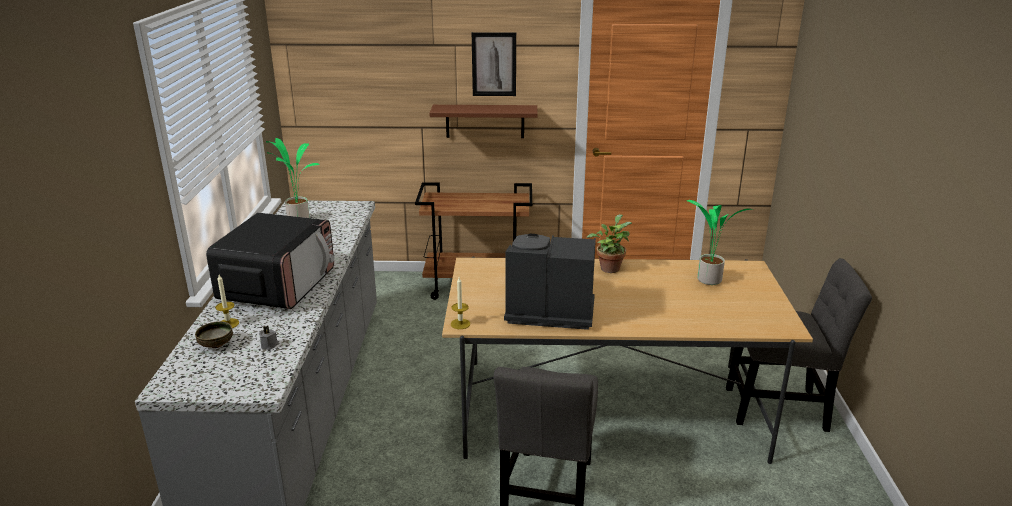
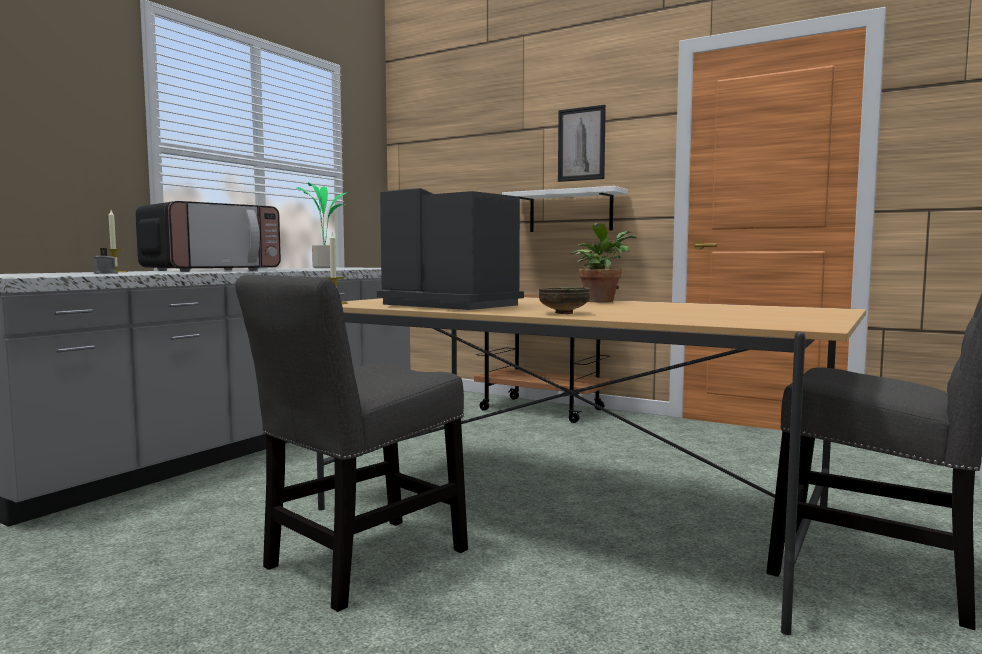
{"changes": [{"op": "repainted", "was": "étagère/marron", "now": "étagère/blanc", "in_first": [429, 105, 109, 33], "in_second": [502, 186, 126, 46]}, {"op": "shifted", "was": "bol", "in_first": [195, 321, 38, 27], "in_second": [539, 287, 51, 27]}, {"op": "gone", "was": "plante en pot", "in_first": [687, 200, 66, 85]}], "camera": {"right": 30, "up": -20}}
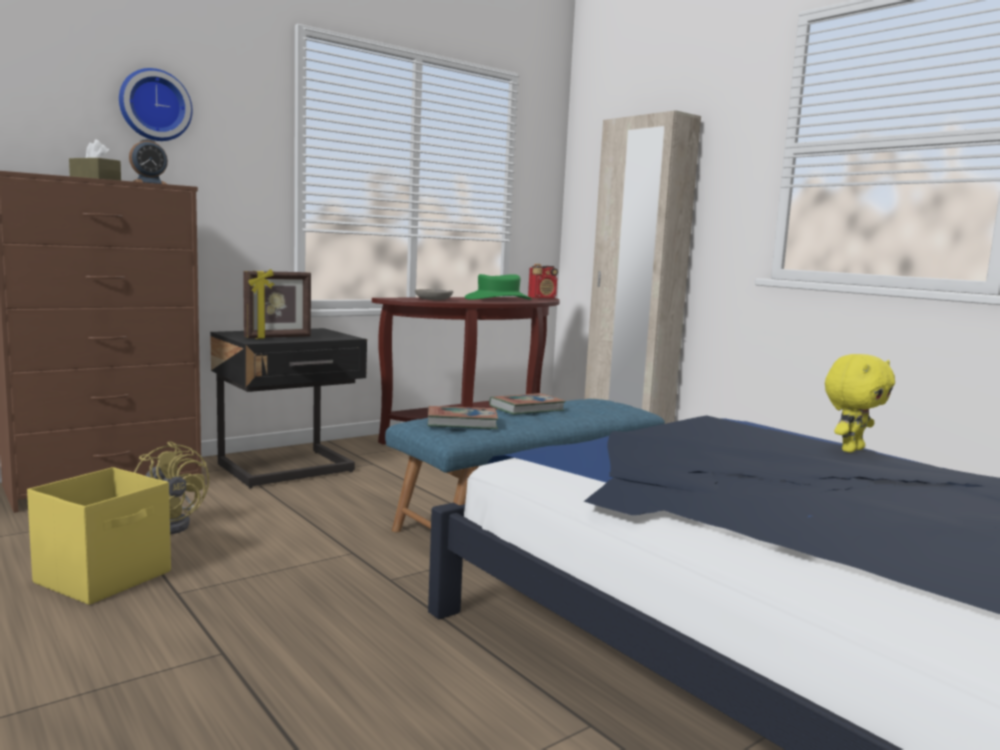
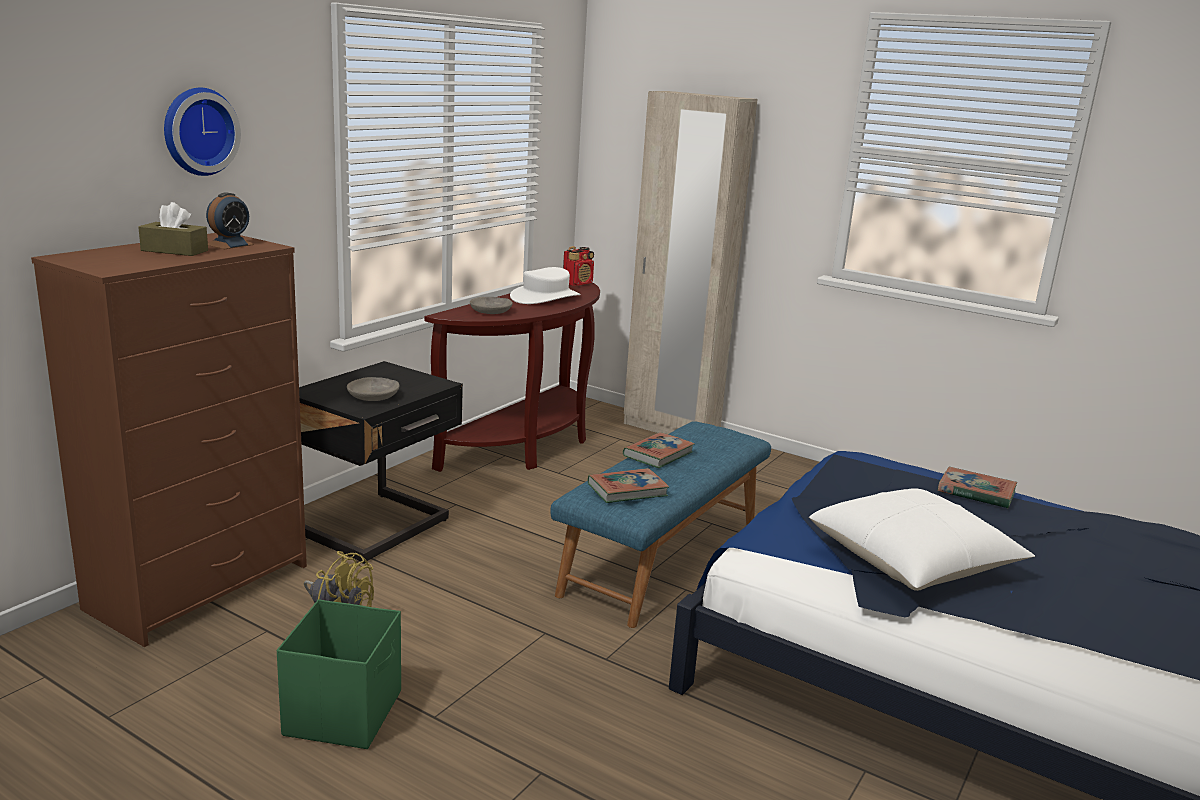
{"changes": [{"op": "repainted", "was": "boîte de rangement/jaune", "now": "boîte de rangement/vert", "in_first": [27, 467, 144, 138], "in_second": [277, 599, 124, 150]}, {"op": "swapped", "was": "cadre photo", "now": "bol/gris", "in_first": [243, 269, 68, 70], "in_second": [347, 377, 52, 24]}, {"op": "repainted", "was": "chapeau/vert", "now": "chapeau/blanc", "in_first": [465, 274, 67, 26], "in_second": [510, 267, 70, 37]}, {"op": "new", "now": "coussin/blanc", "in_second": [809, 489, 226, 102]}, {"op": "swapped", "was": "peluche/jaune", "now": "livre", "in_first": [825, 354, 70, 99], "in_second": [938, 467, 79, 42]}], "camera": {"right": -20, "up": 10}}
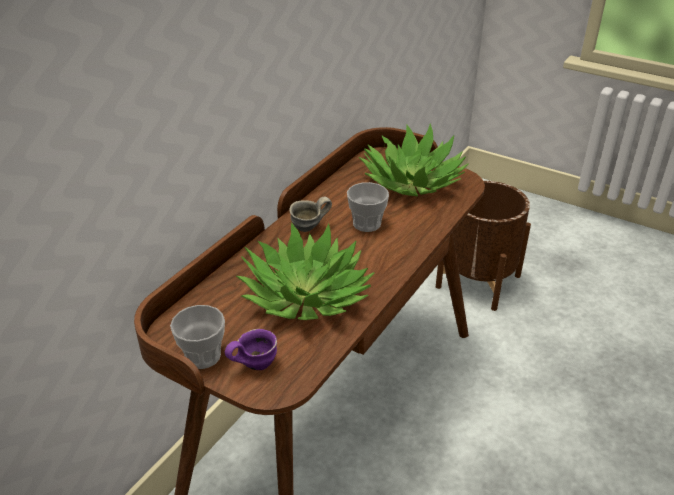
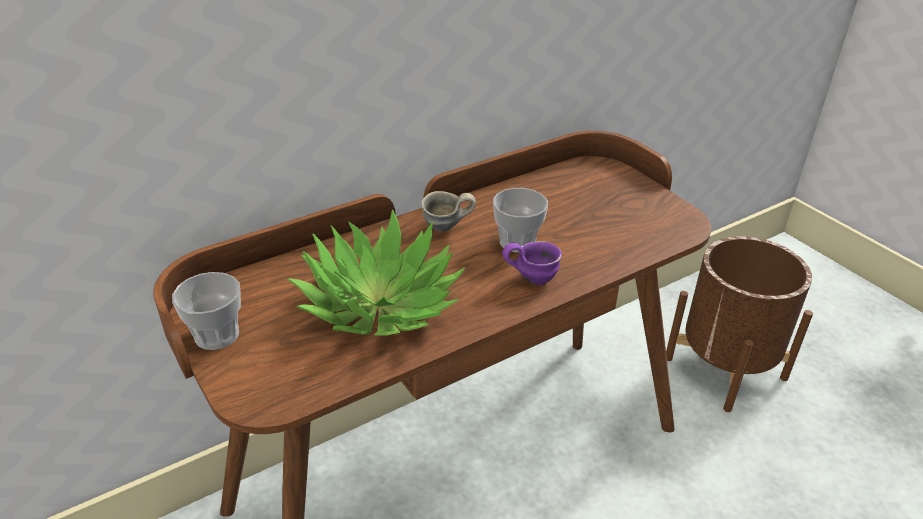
{"changes": [{"op": "shifted", "was": "mug/violet", "in_first": [225, 329, 52, 41], "in_second": [502, 241, 60, 44]}, {"op": "gone", "was": "plante en pot", "in_first": [359, 124, 110, 72]}], "camera": {"right": 25, "up": 0}}
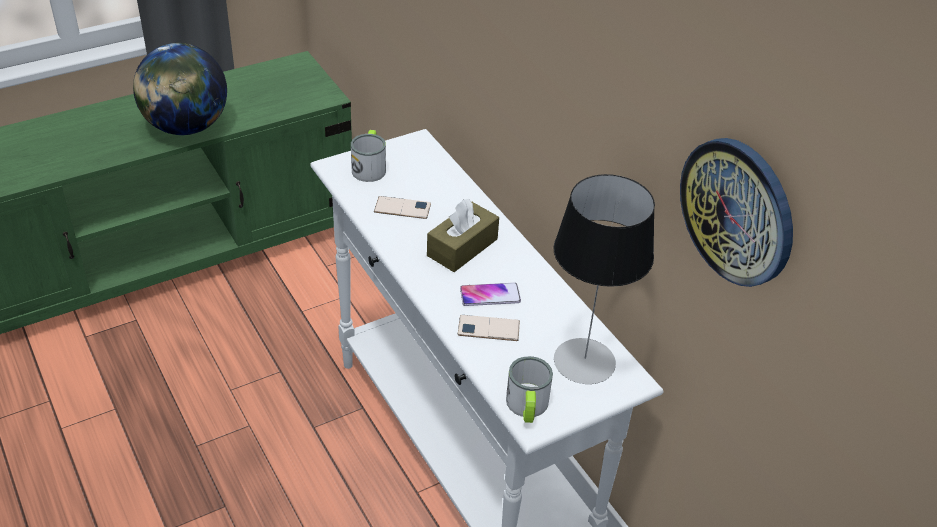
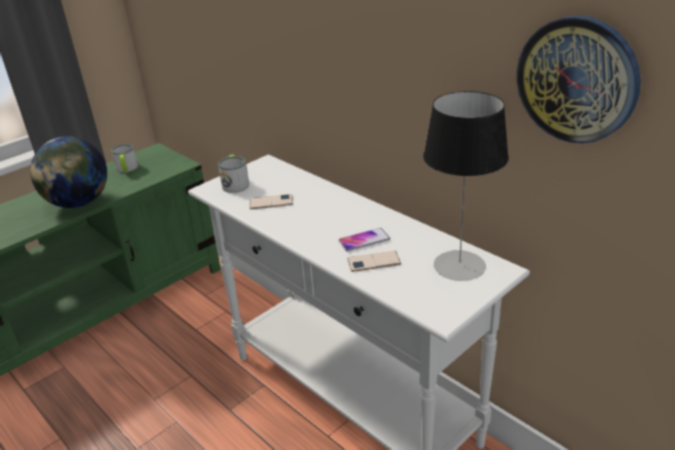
{"changes": [{"op": "shifted", "was": "mug", "in_first": [506, 356, 47, 67], "in_second": [111, 144, 27, 29]}, {"op": "gone", "was": "boîte à mouchoirs/marron", "in_first": [427, 199, 72, 73]}], "camera": {"right": -10, "up": -10}}
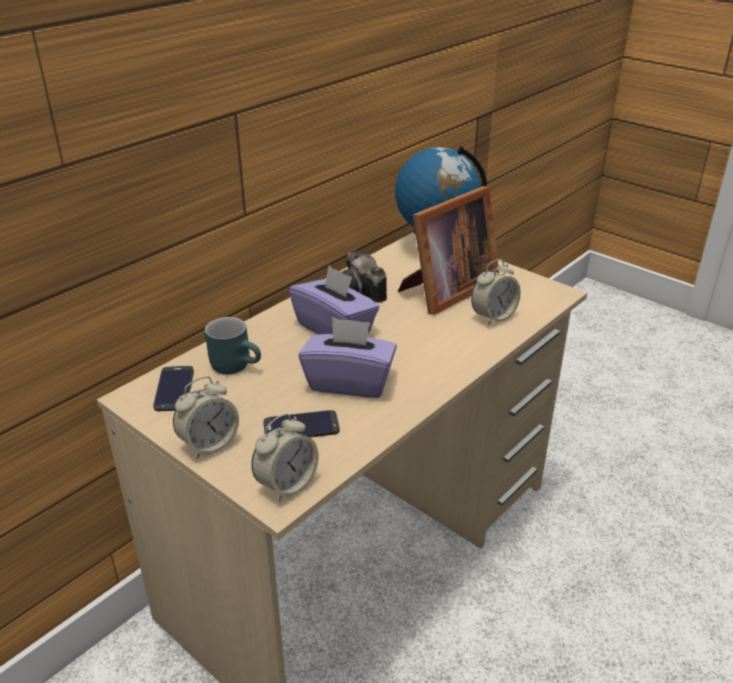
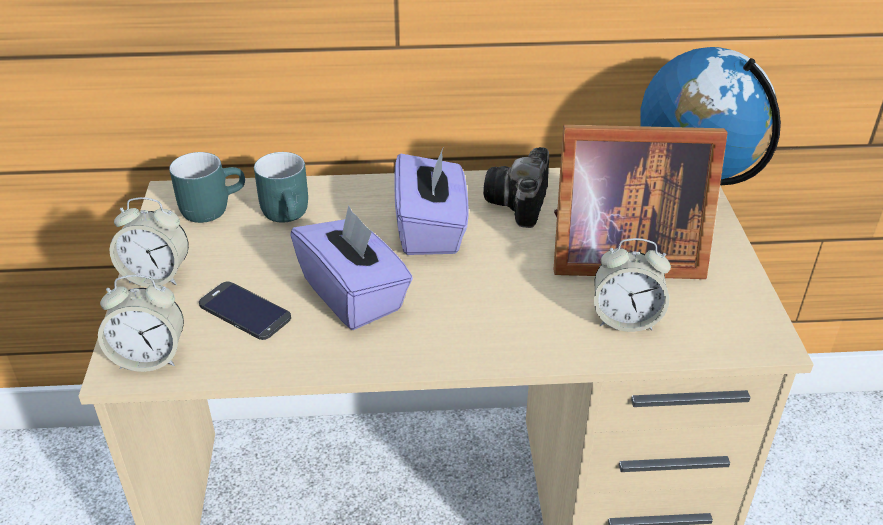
{"changes": [{"op": "swapped", "was": "téléphone", "now": "mug/turquoise", "in_first": [153, 366, 41, 45], "in_second": [169, 152, 76, 71]}], "camera": {"right": 45, "up": 5}}
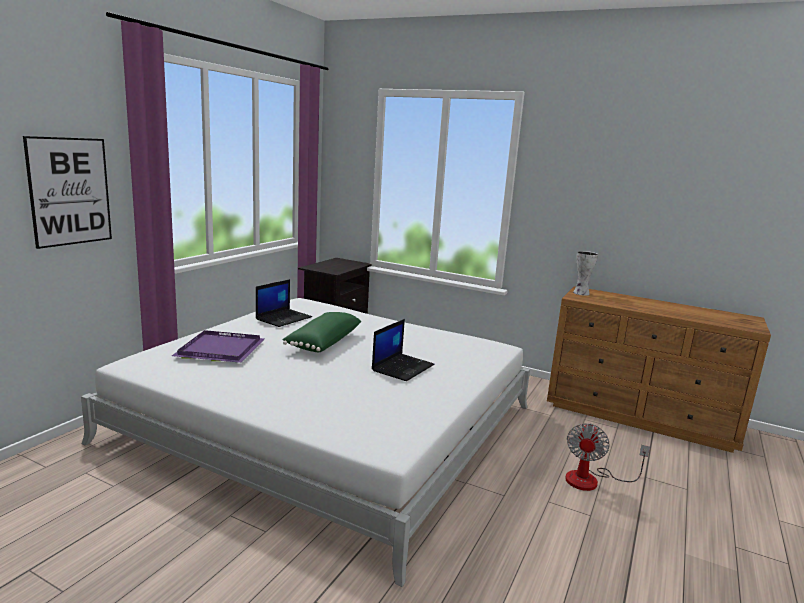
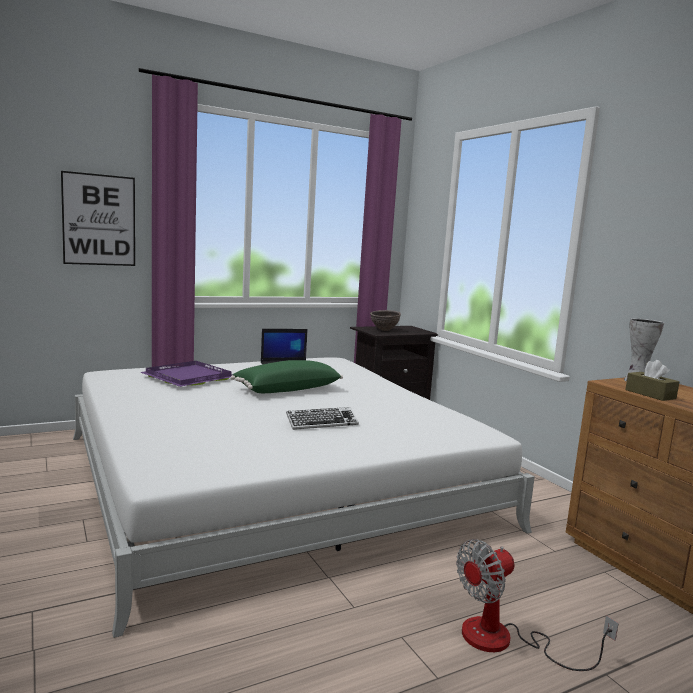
{"changes": [{"op": "swapped", "was": "ordinateur portable", "now": "clavier", "in_first": [372, 319, 62, 62], "in_second": [286, 407, 73, 23]}, {"op": "new", "now": "bol/marron", "in_second": [370, 310, 31, 21]}, {"op": "new", "now": "boîte à mouchoirs/marron", "in_second": [625, 360, 54, 41]}], "camera": {"right": 35, "up": -5}}
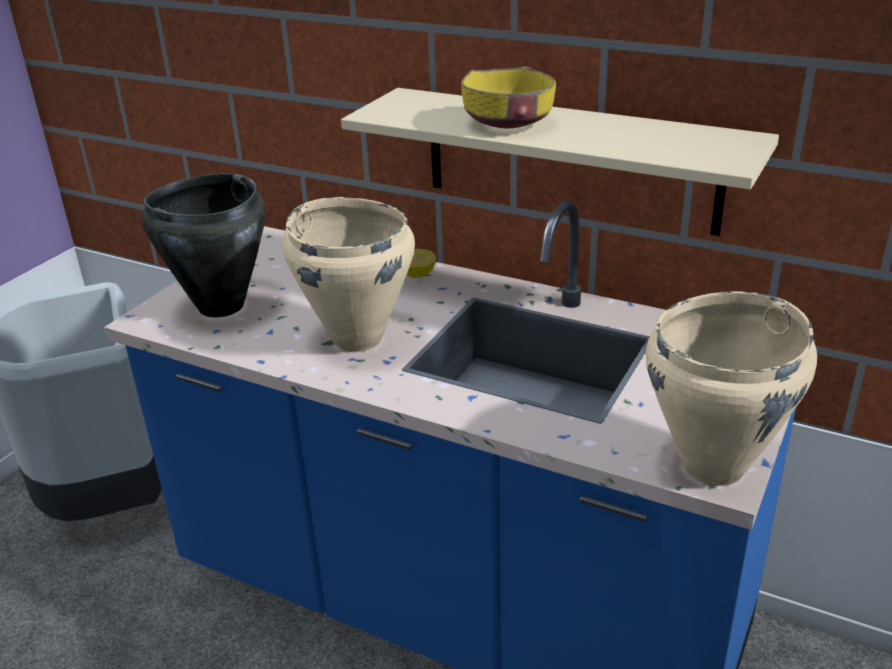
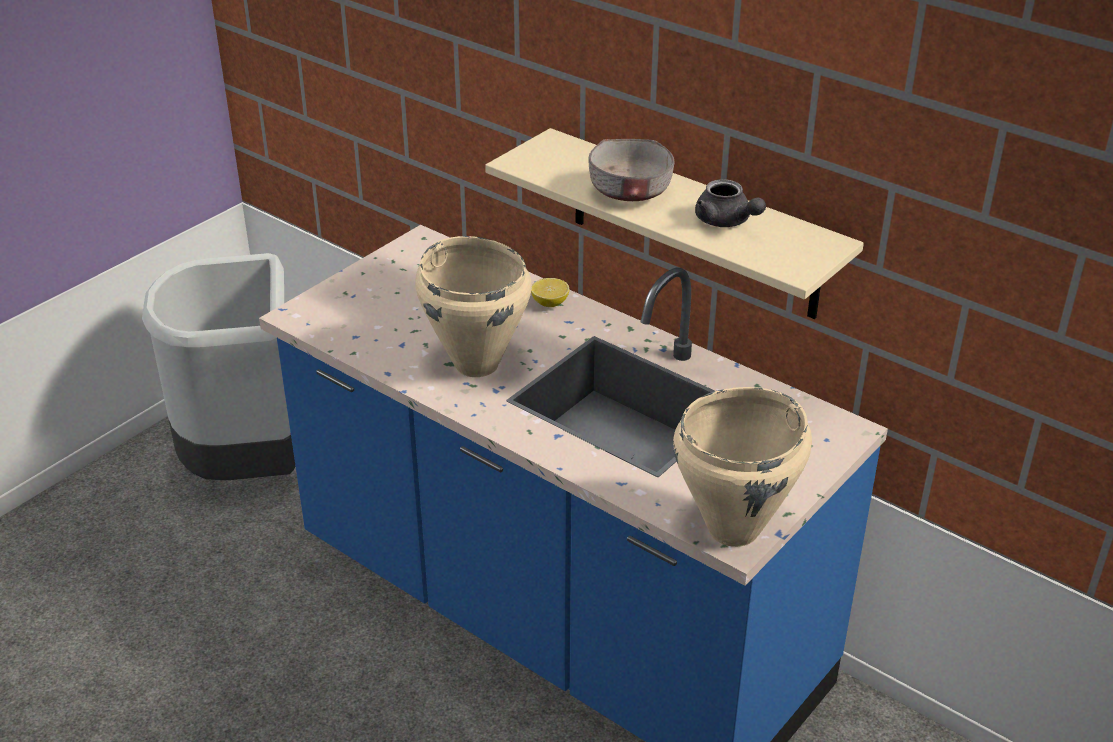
{"changes": [{"op": "repainted", "was": "bol/jaune", "now": "bol/gris", "in_first": [461, 66, 95, 62], "in_second": [589, 139, 85, 62]}, {"op": "new", "now": "théière/gris", "in_second": [695, 179, 71, 48]}, {"op": "gone", "was": "marmite/noir", "in_first": [141, 173, 125, 144]}], "camera": {"right": 10, "up": 5}}
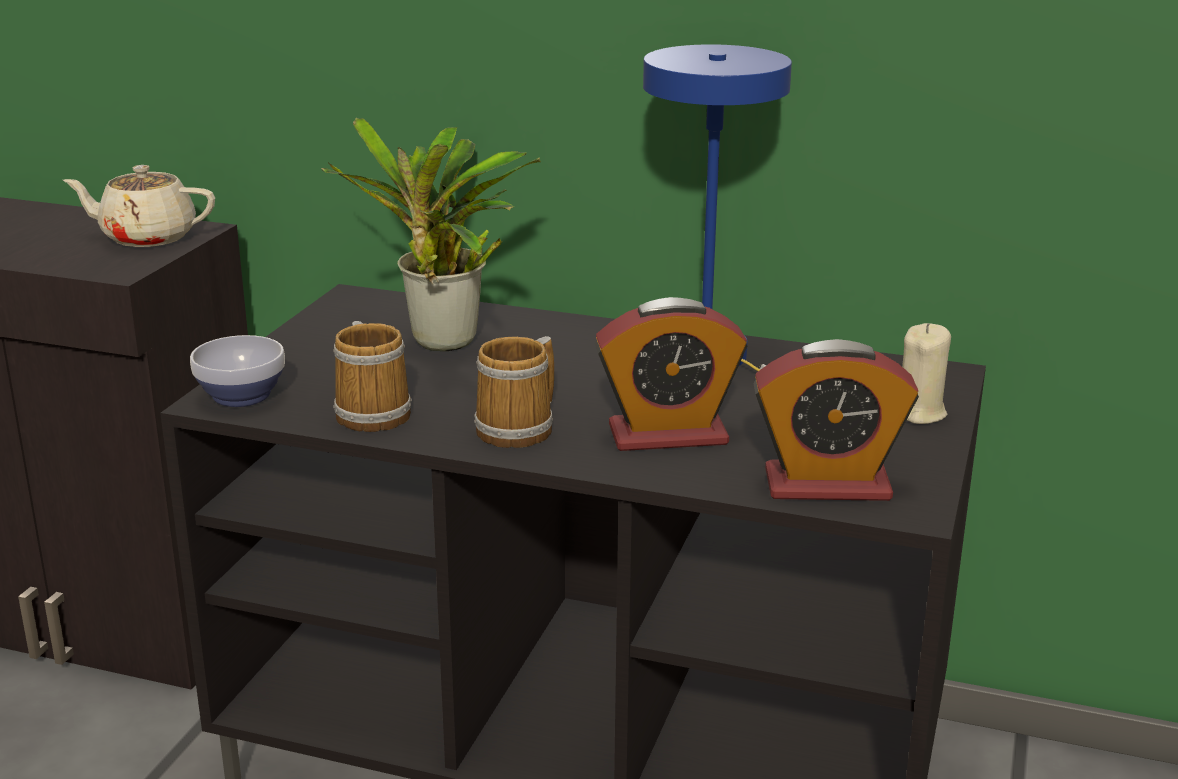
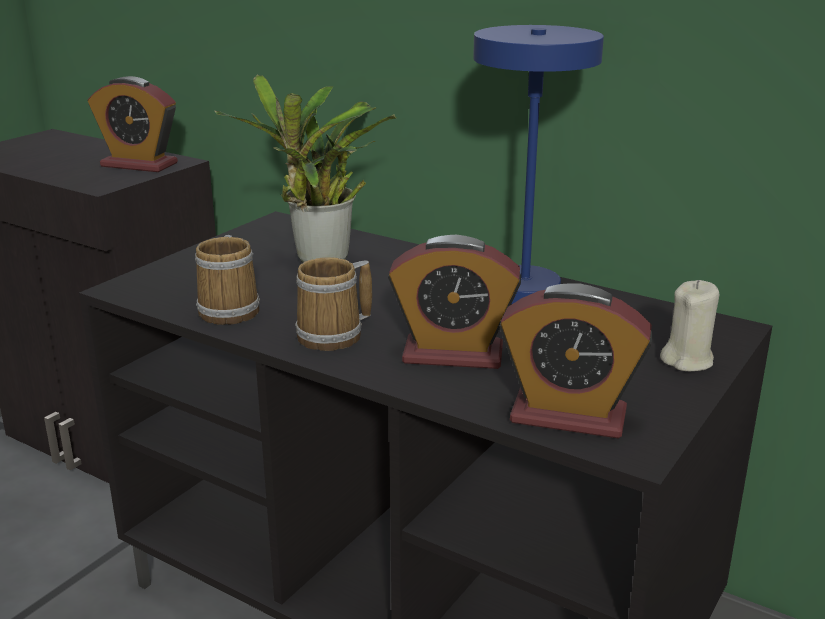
{"changes": [{"op": "swapped", "was": "théière/beige", "now": "réveil", "in_first": [63, 165, 152, 82], "in_second": [88, 76, 90, 96]}, {"op": "gone", "was": "bol", "in_first": [190, 335, 95, 72]}], "camera": {"right": 15, "up": 0}}
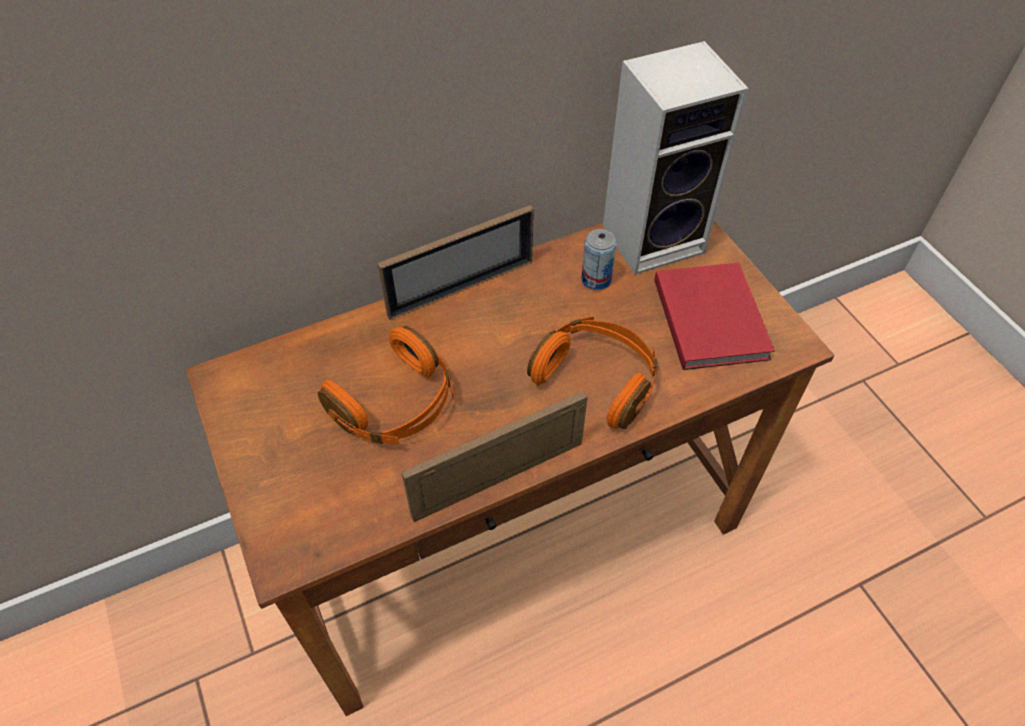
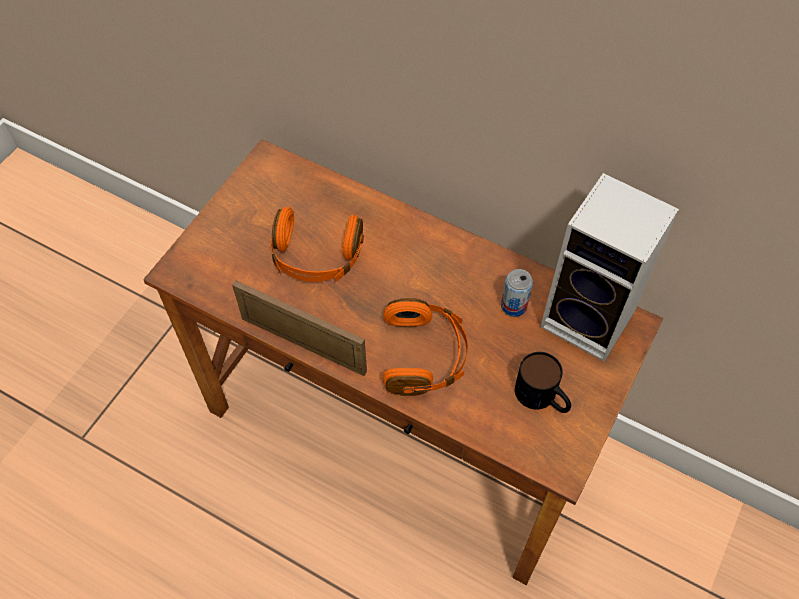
{"changes": [{"op": "swapped", "was": "livre/rouge", "now": "mug", "in_first": [654, 263, 121, 107], "in_second": [515, 352, 56, 61]}, {"op": "gone", "was": "cadre photo", "in_first": [377, 205, 157, 115]}], "camera": {"right": 55, "up": 5}}
